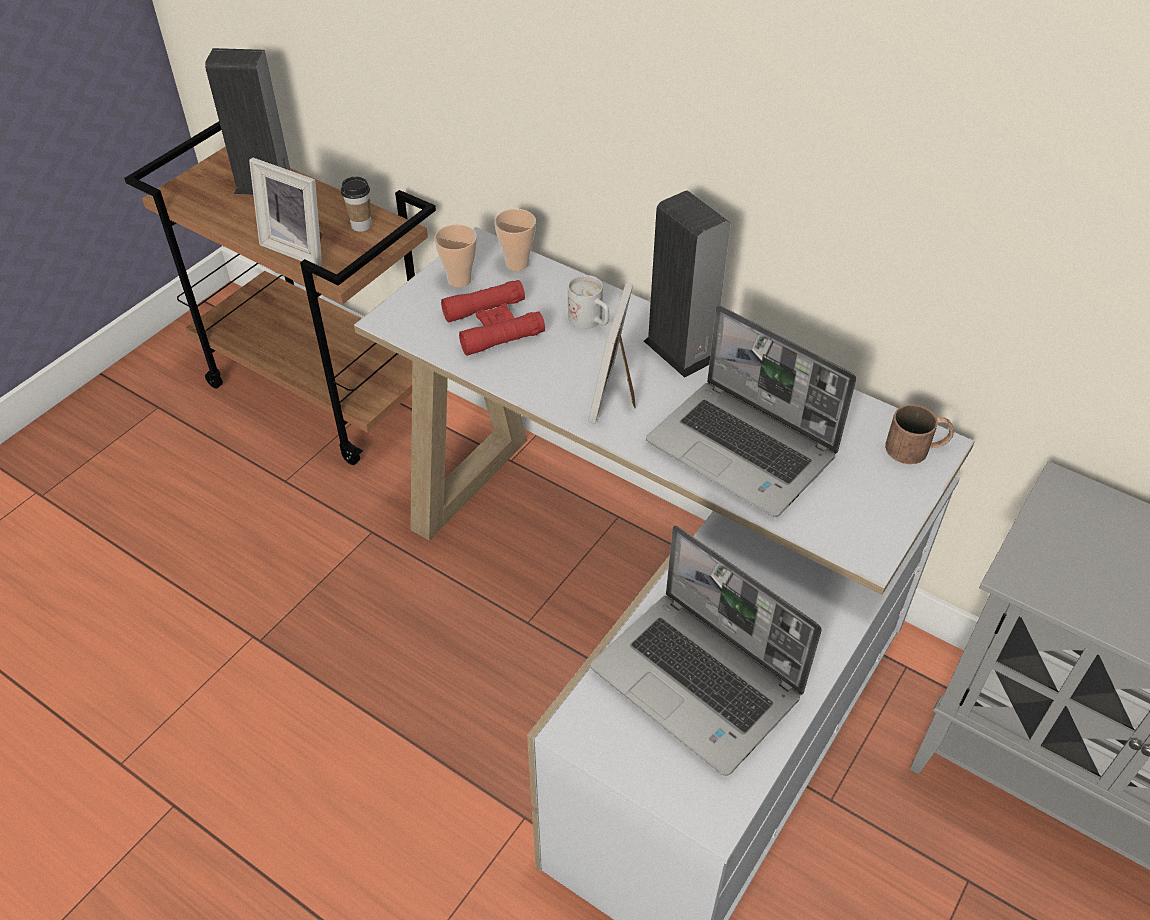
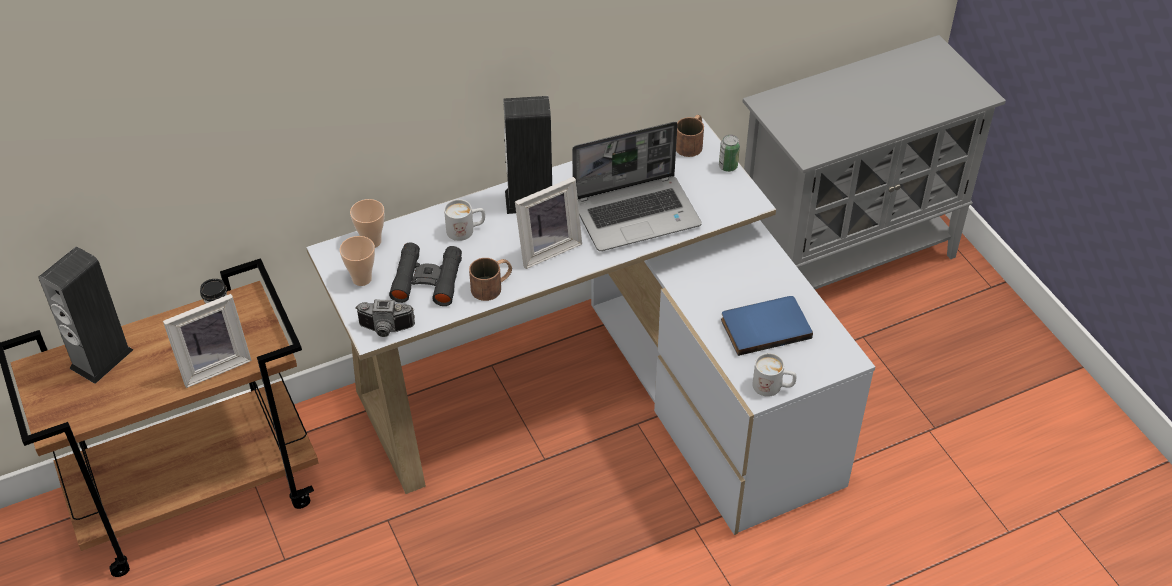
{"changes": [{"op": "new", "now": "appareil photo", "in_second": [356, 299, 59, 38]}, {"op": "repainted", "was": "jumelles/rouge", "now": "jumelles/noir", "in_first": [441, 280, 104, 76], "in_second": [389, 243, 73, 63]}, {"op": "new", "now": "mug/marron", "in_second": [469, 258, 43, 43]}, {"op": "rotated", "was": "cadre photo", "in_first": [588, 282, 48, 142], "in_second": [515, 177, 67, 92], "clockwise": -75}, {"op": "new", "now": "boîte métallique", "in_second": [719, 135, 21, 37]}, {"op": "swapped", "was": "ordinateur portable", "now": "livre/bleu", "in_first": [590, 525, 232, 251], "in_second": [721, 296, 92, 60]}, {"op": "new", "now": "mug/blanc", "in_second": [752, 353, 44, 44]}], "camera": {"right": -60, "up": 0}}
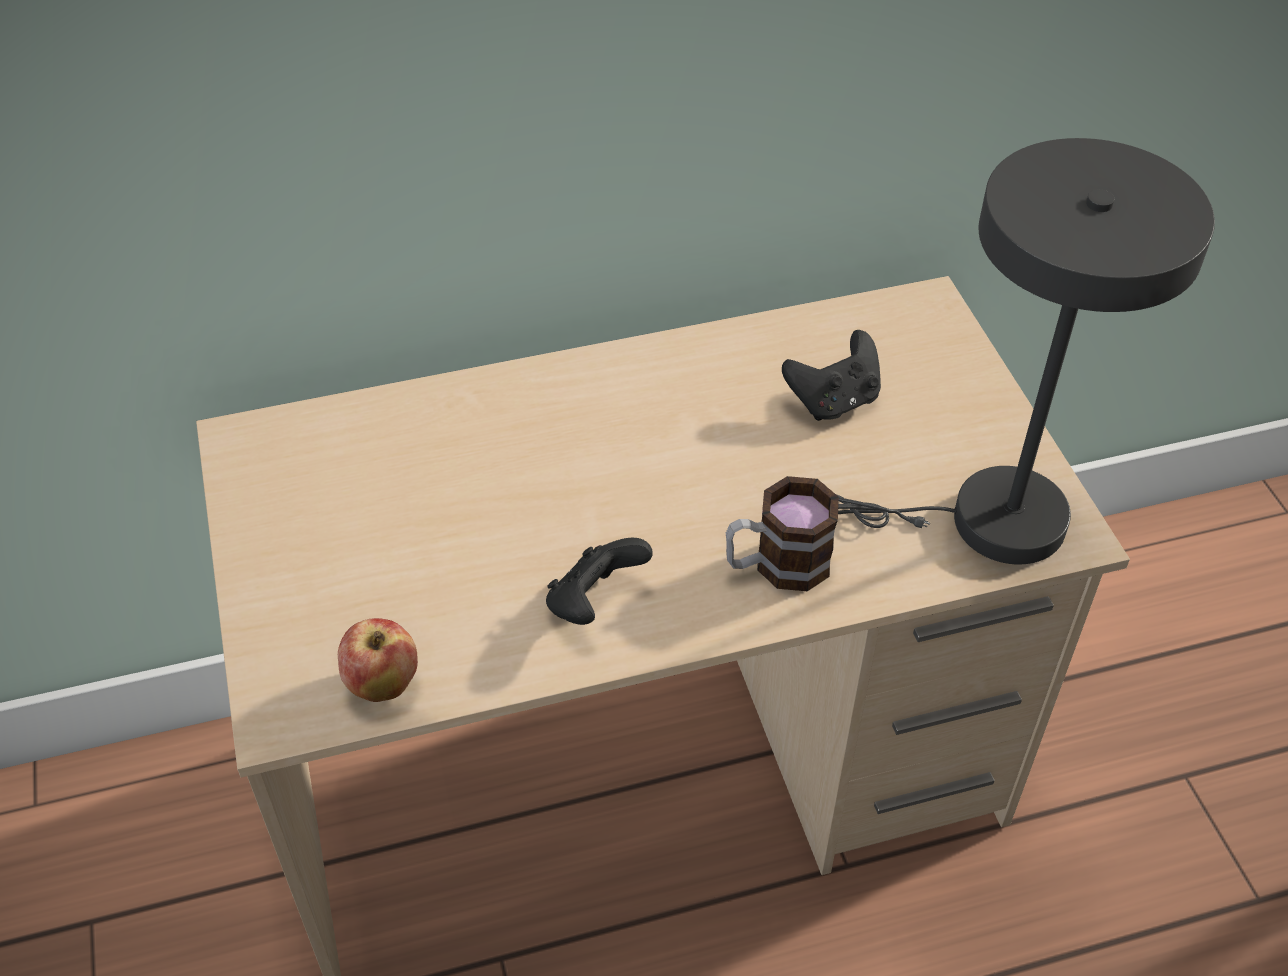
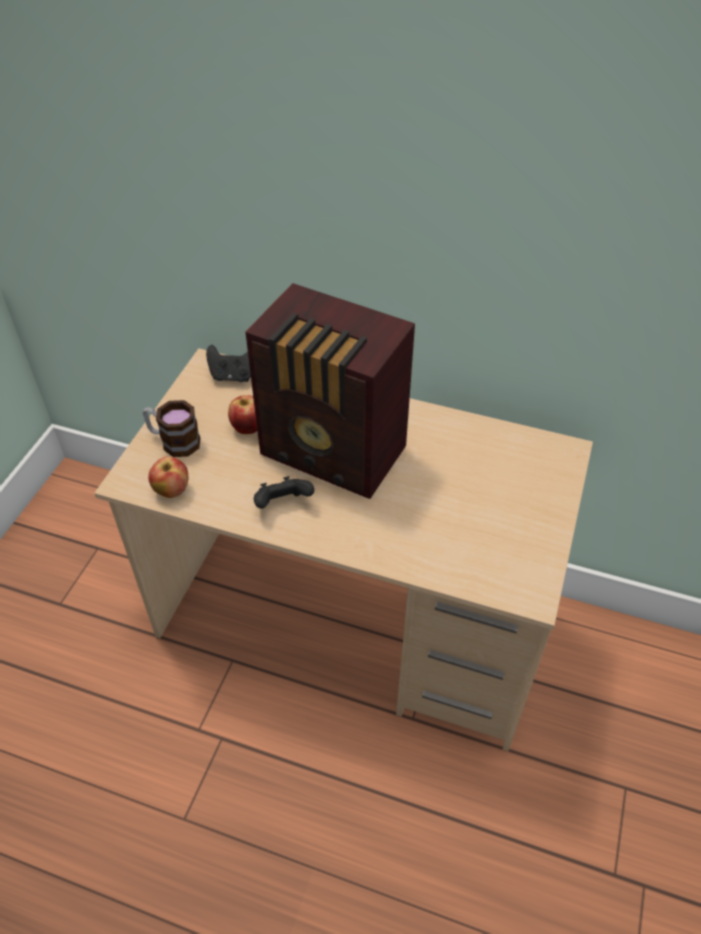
{"changes": [{"op": "shifted", "was": "mug", "in_first": [726, 476, 113, 115], "in_second": [143, 400, 57, 57]}, {"op": "shifted", "was": "manette/noir", "in_first": [782, 330, 99, 91], "in_second": [206, 345, 45, 37]}, {"op": "new", "now": "pomme", "in_second": [228, 395, 29, 39]}, {"op": "new", "now": "radio", "in_second": [246, 283, 169, 216]}, {"op": "gone", "was": "lampe de table/gris", "in_first": [836, 138, 379, 426]}], "camera": {"right": 35, "up": 0}}
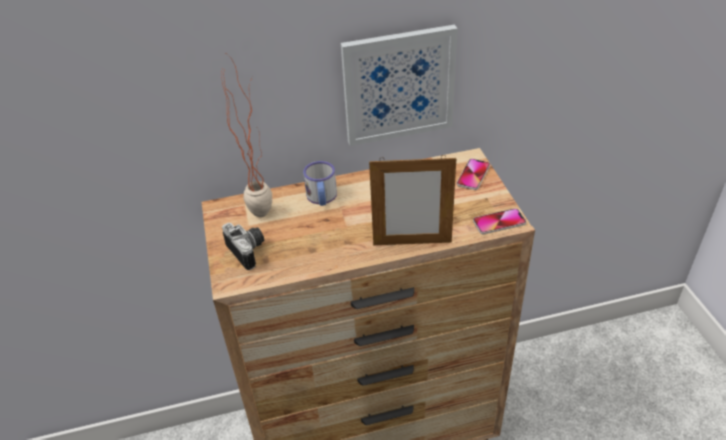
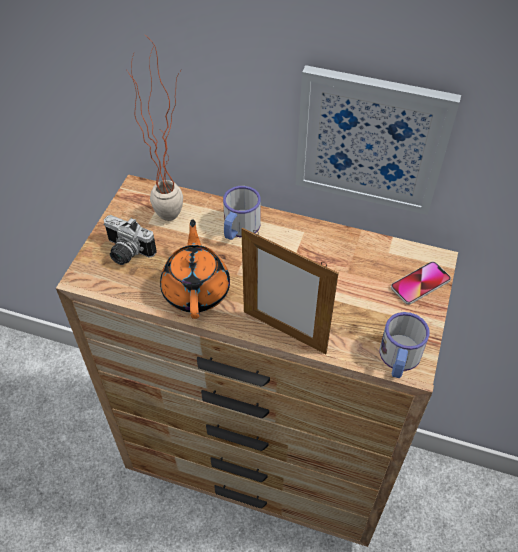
{"changes": [{"op": "rotated", "was": "appareil photo", "in_first": [222, 223, 42, 47], "in_second": [103, 215, 54, 50], "clockwise": 120}, {"op": "new", "now": "théière/orange", "in_second": [160, 219, 70, 100]}, {"op": "swapped", "was": "téléphone", "now": "mug", "in_first": [473, 208, 53, 26], "in_second": [380, 312, 49, 67]}], "camera": {"right": 30, "up": 10}}
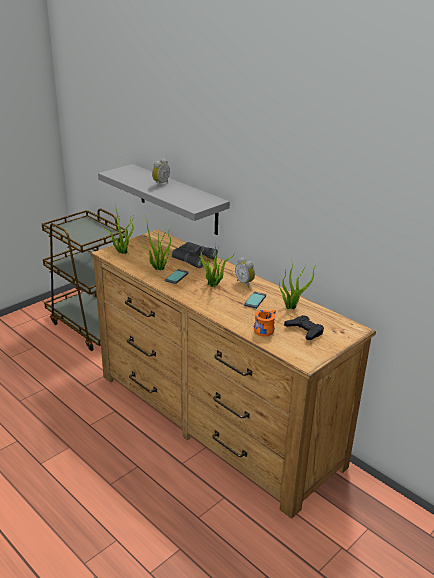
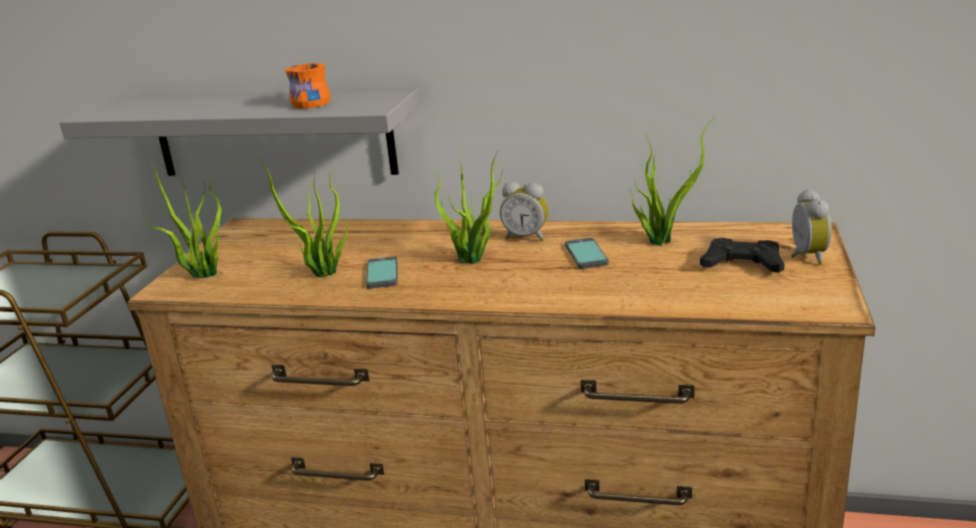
{"changes": [{"op": "shifted", "was": "mug/orange", "in_first": [254, 310, 22, 27], "in_second": [285, 63, 45, 45]}, {"op": "shifted", "was": "réveil", "in_first": [152, 158, 18, 28], "in_second": [791, 189, 41, 76]}, {"op": "gone", "was": "jumelles/gris", "in_first": [172, 242, 46, 26]}], "camera": {"right": -30, "up": -5}}
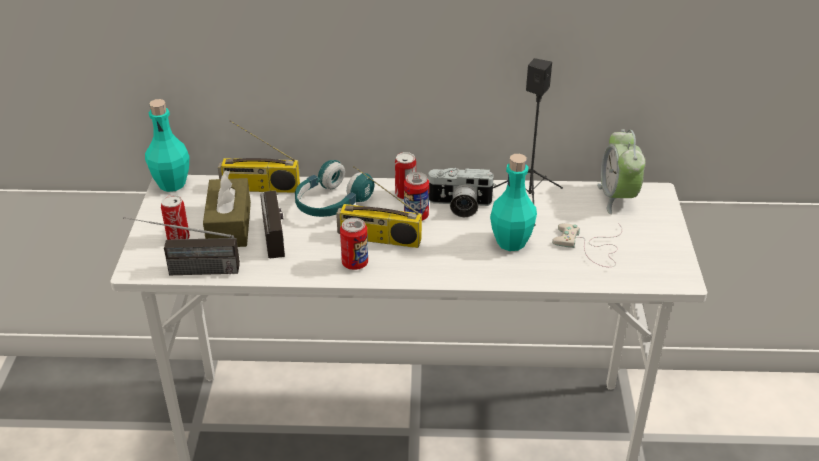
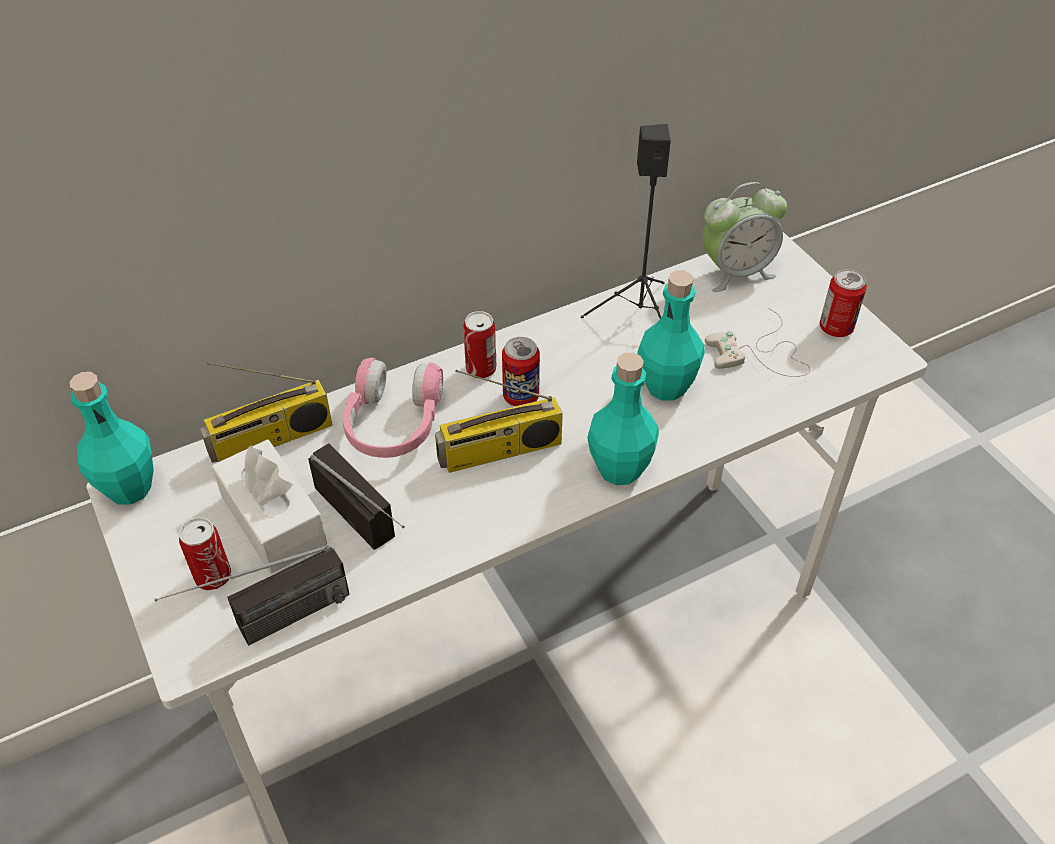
{"changes": [{"op": "repainted", "was": "boîte à mouchoirs/marron", "now": "boîte à mouchoirs/blanc", "in_first": [203, 170, 48, 77], "in_second": [212, 440, 115, 133]}, {"op": "repainted", "was": "casque audio/turquoise", "now": "casque audio/rose", "in_first": [295, 160, 80, 57], "in_second": [343, 357, 100, 101]}, {"op": "new", "now": "bouteille/turquoise", "in_second": [587, 352, 72, 133]}, {"op": "rotated", "was": "réveil", "in_first": [597, 129, 48, 85], "in_second": [702, 182, 85, 110], "clockwise": -75}, {"op": "shifted", "was": "boîte métallique", "in_first": [340, 218, 28, 52], "in_second": [820, 269, 47, 68]}, {"op": "gone", "was": "appareil photo", "in_first": [428, 168, 68, 49]}], "camera": {"right": -30, "up": 10}}
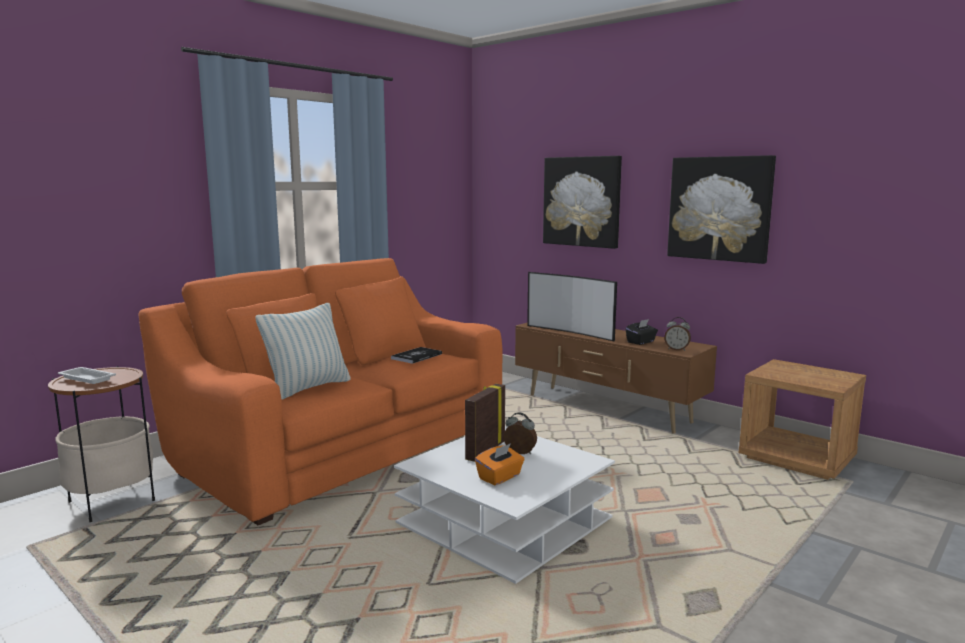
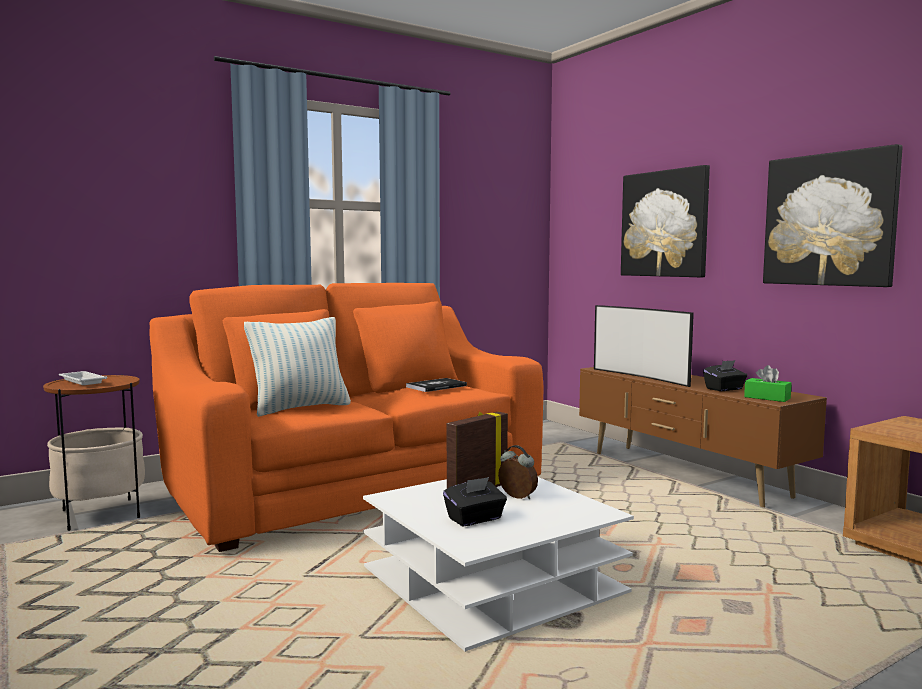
{"changes": [{"op": "repainted", "was": "boîte à mouchoirs/orange", "now": "boîte à mouchoirs/noir", "in_first": [475, 443, 50, 42], "in_second": [443, 477, 64, 50]}, {"op": "swapped", "was": "réveil", "now": "boîte à mouchoirs/vert", "in_first": [664, 317, 27, 34], "in_second": [744, 365, 48, 37]}], "camera": {"right": 15, "up": -5}}
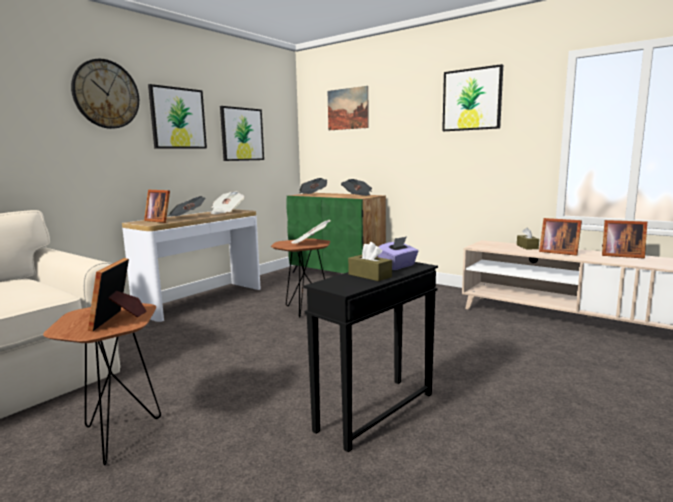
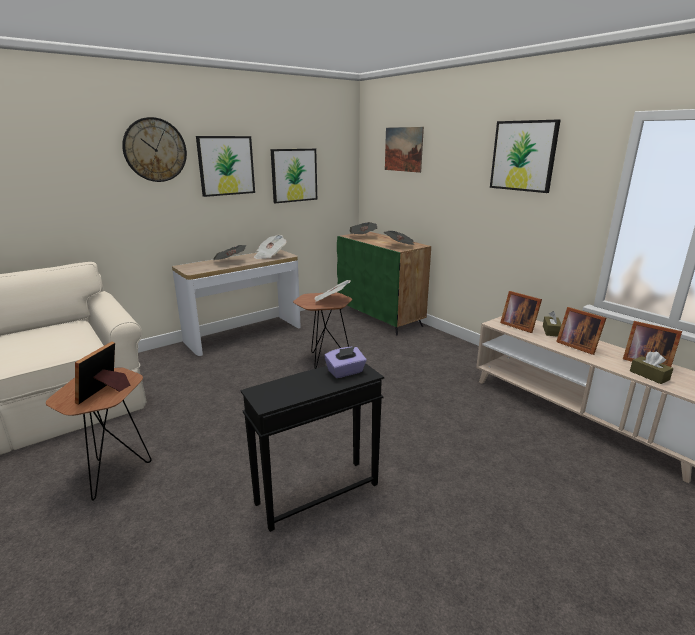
{"changes": [{"op": "shifted", "was": "cadre photo", "in_first": [144, 190, 26, 33], "in_second": [500, 291, 42, 42]}, {"op": "shifted", "was": "boîte à mouchoirs/marron", "in_first": [348, 242, 44, 39], "in_second": [630, 351, 43, 33]}], "camera": {"right": 15, "up": 10}}
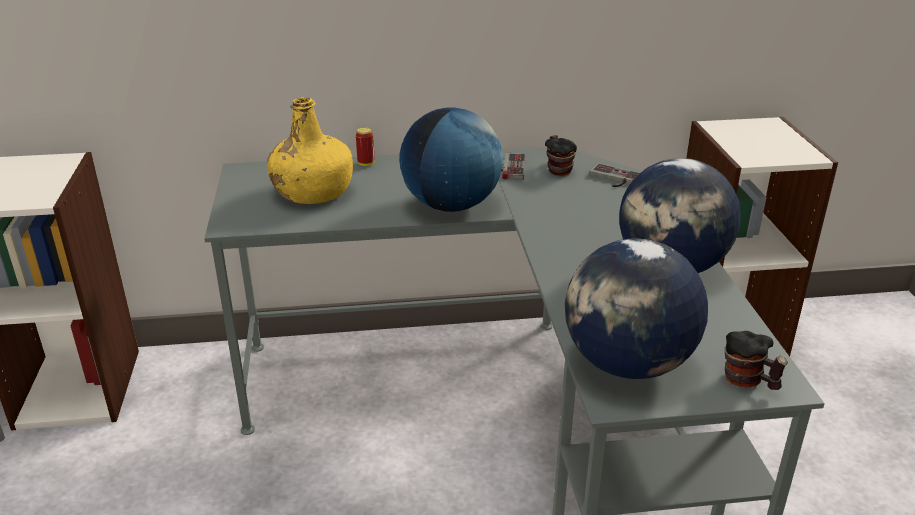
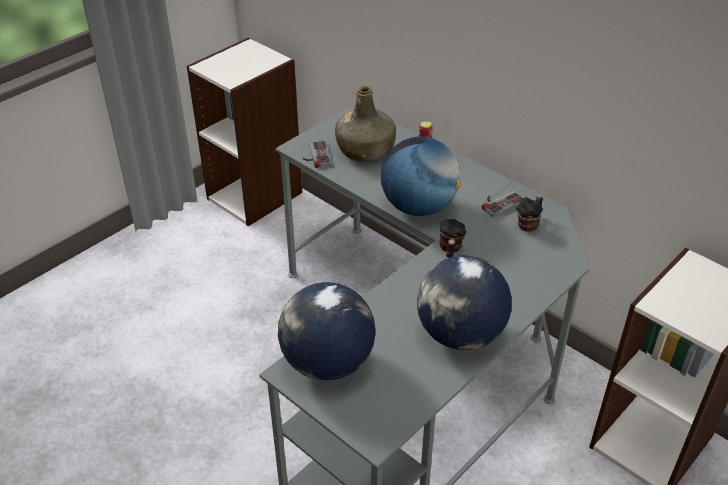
{"changes": [{"op": "shifted", "was": "manette", "in_first": [589, 163, 51, 24], "in_second": [303, 140, 28, 28]}, {"op": "repainted", "was": "bouteille/jaune", "now": "bouteille/vert", "in_first": [267, 97, 86, 107], "in_second": [335, 86, 61, 76]}, {"op": "shifted", "was": "mug", "in_first": [725, 331, 63, 59], "in_second": [440, 219, 26, 39]}], "camera": {"right": 50, "up": 10}}
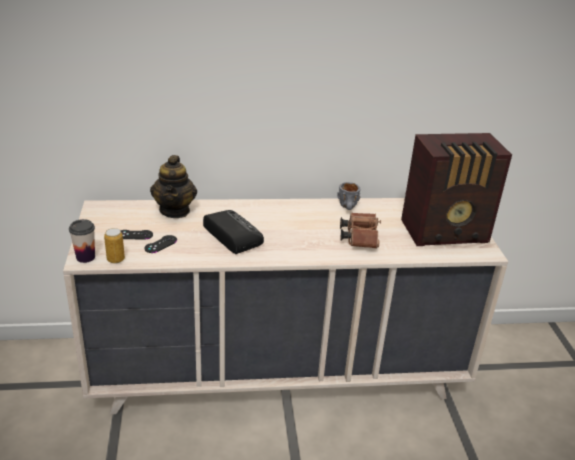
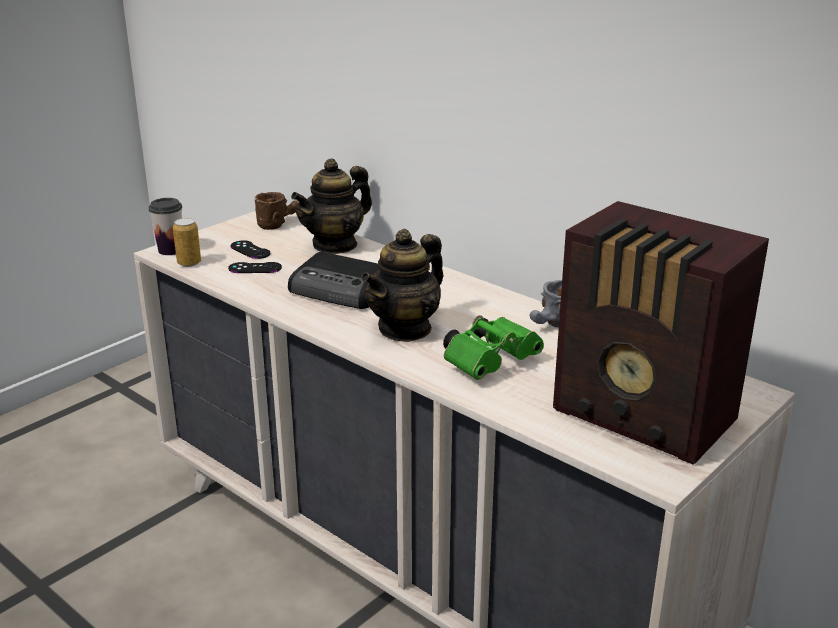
{"changes": [{"op": "new", "now": "mug/marron", "in_second": [255, 192, 44, 38]}, {"op": "rotated", "was": "radio", "in_first": [203, 210, 61, 44], "in_second": [288, 252, 91, 57], "clockwise": 105}, {"op": "new", "now": "théière", "in_second": [361, 229, 83, 113]}, {"op": "repainted", "was": "jumelles/marron", "now": "jumelles/vert", "in_first": [340, 213, 41, 36], "in_second": [443, 315, 101, 65]}], "camera": {"right": 50, "up": -5}}
